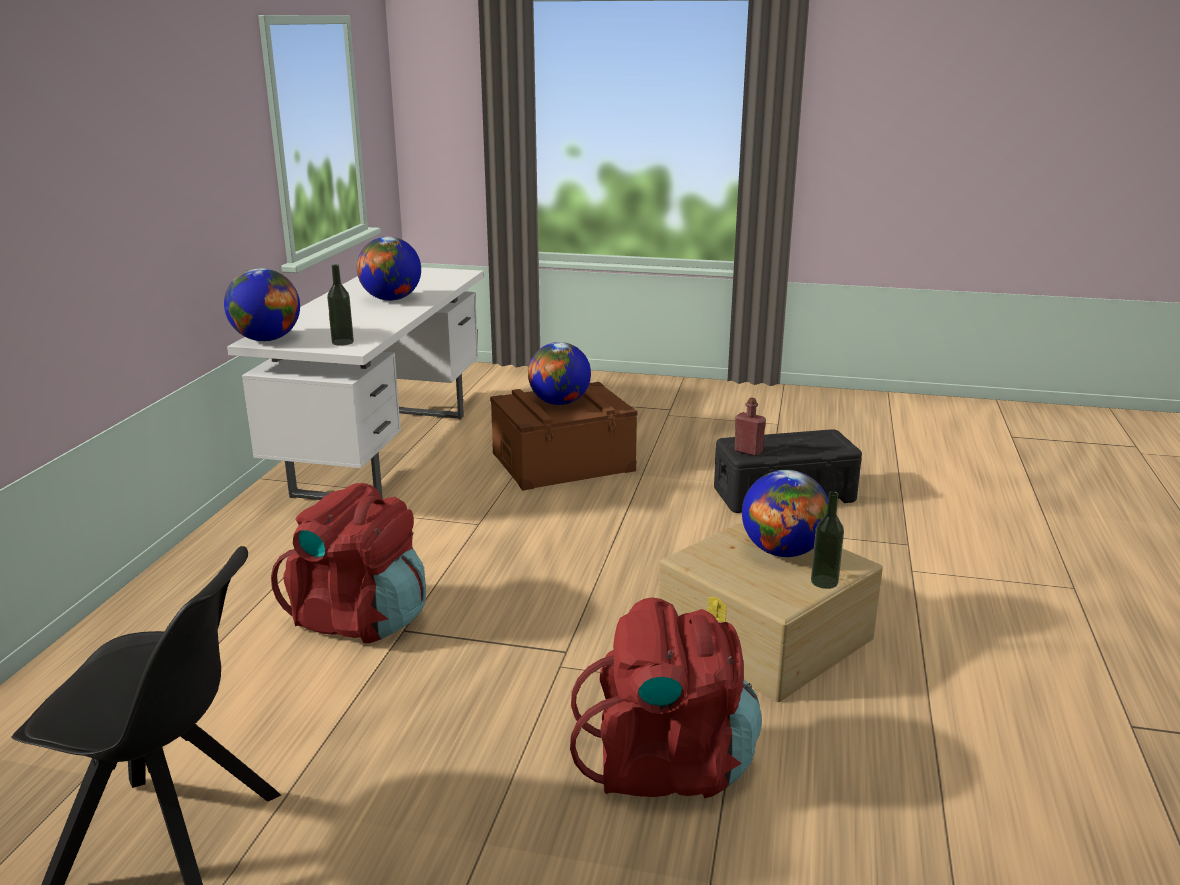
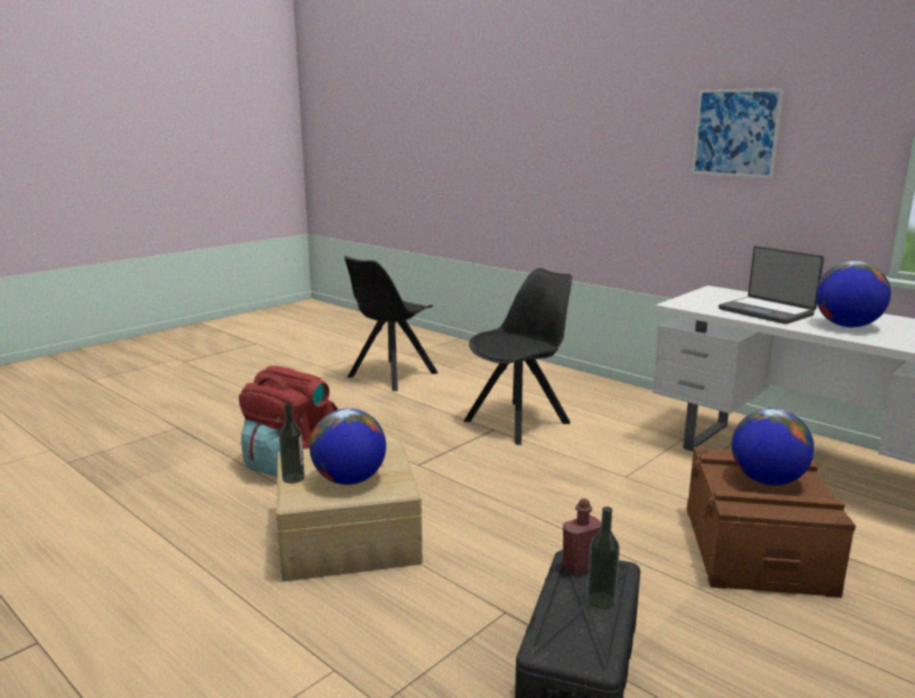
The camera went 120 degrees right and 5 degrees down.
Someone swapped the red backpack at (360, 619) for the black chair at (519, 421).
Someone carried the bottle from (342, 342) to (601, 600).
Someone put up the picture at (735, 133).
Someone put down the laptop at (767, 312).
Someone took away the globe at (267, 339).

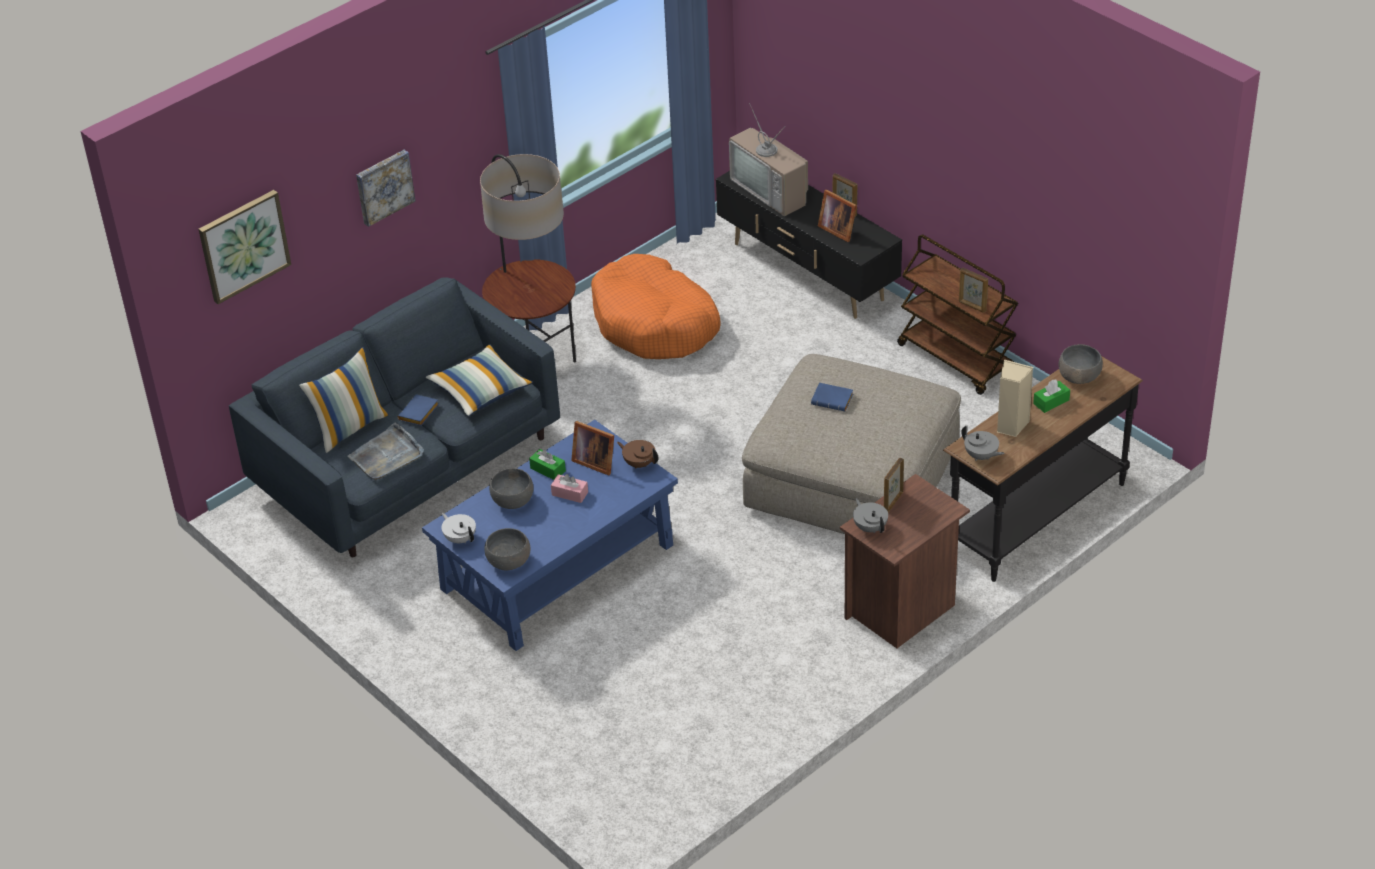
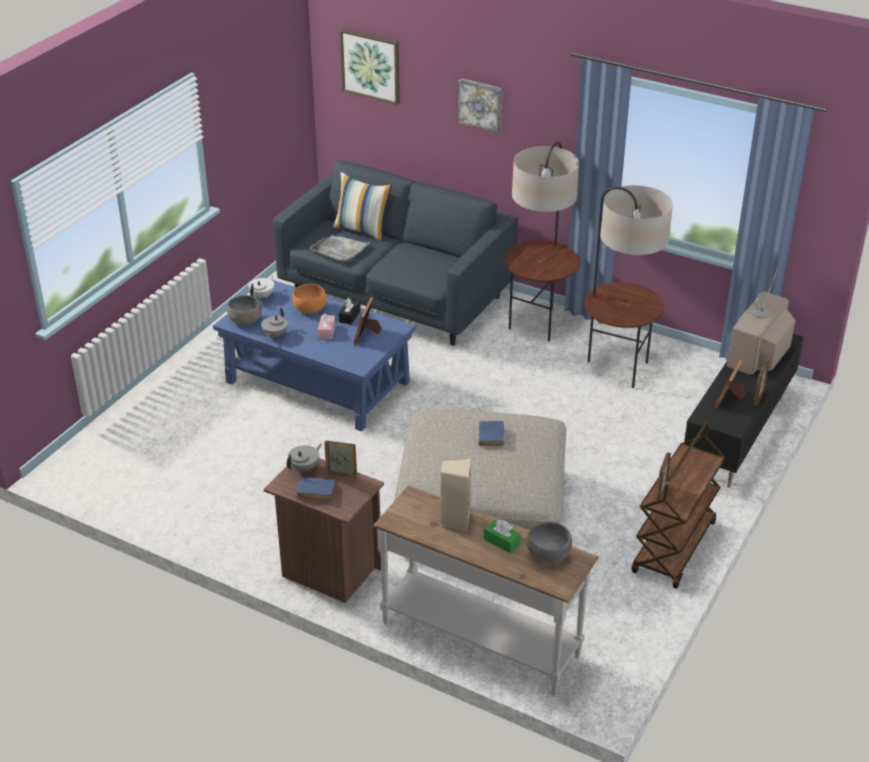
The camera went 70 degrees right and 5 degrees down.
Someone carried the grey teapot from (981, 456) to (274, 335).
Someone repainted the grey bowl at (513, 500), which became the orange bowl at (310, 309).
Someone carried the blue book from (419, 414) to (315, 492).
Someone repainted the green tissue box at (548, 469), which became the black tissue box at (349, 316).
Someone repainted the black console table at (1036, 516), which became the white console table at (481, 638).
Someone swapped the orange dog bed at (655, 323) for the floor lamp at (617, 369).
Someone took away the pillow at (480, 390).
Someone took away the brown teapot at (639, 463).

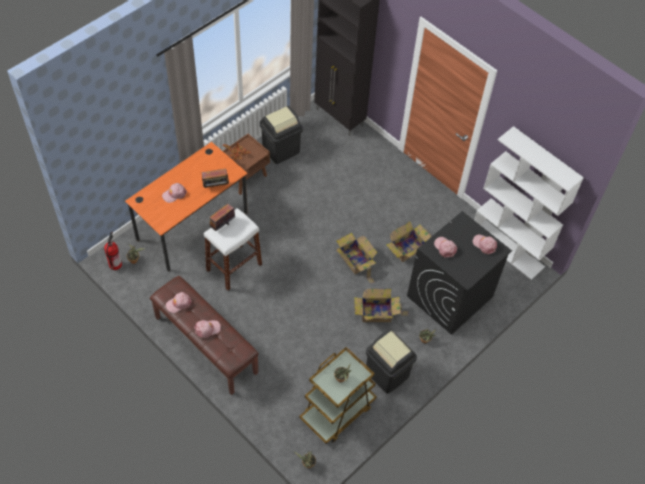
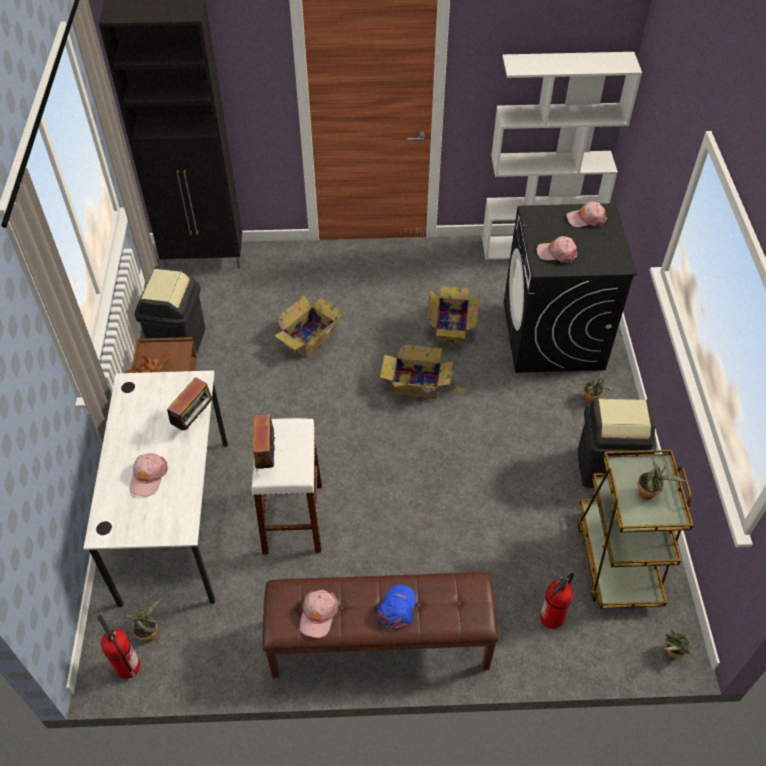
The camera went 45 degrees left and 5 degrees down.
Someone repainted the orange desk at (192, 226), which became the white desk at (176, 519).
Someone carried the cardboard box from (377, 313) to (311, 337).
Someone repainted the pink cap at (207, 329), which became the blue cap at (397, 608).
Someone put down the fire extinguisher at (551, 618).

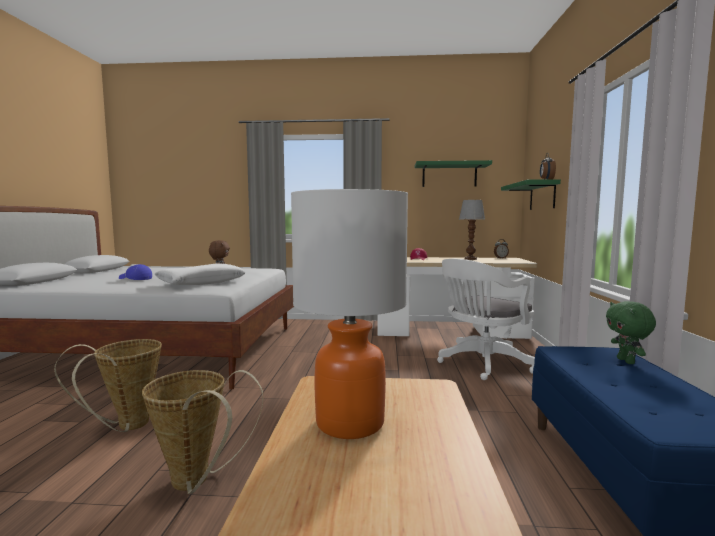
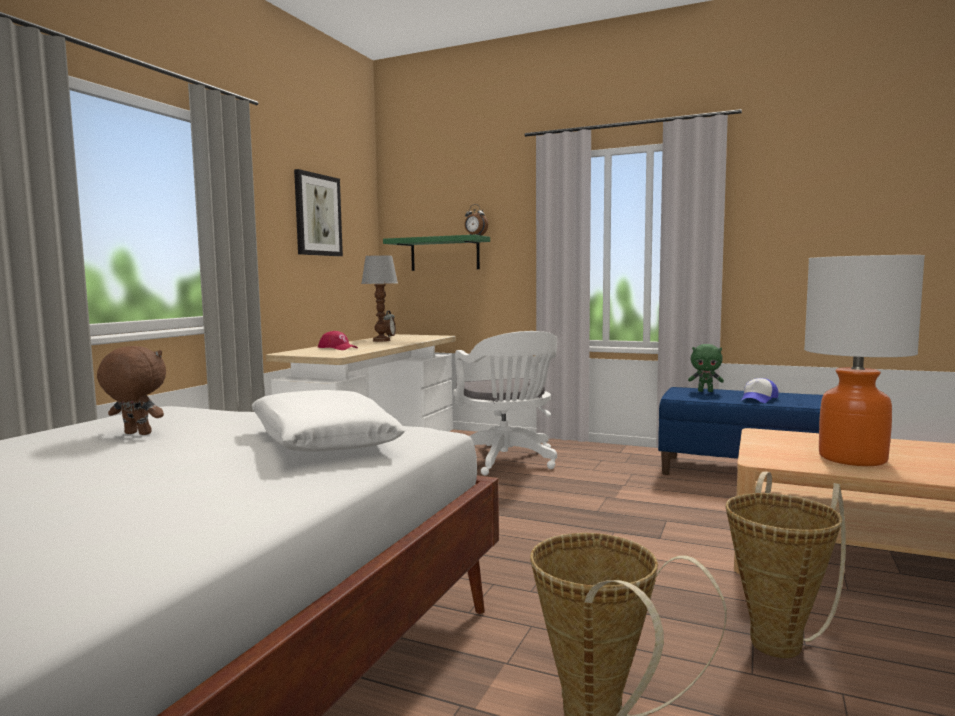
The camera went 70 degrees left and 0 degrees up.
Someone swapped the green shelf at (449, 175) for the picture at (317, 215).
Someone carried the cap from (135, 278) to (758, 399).

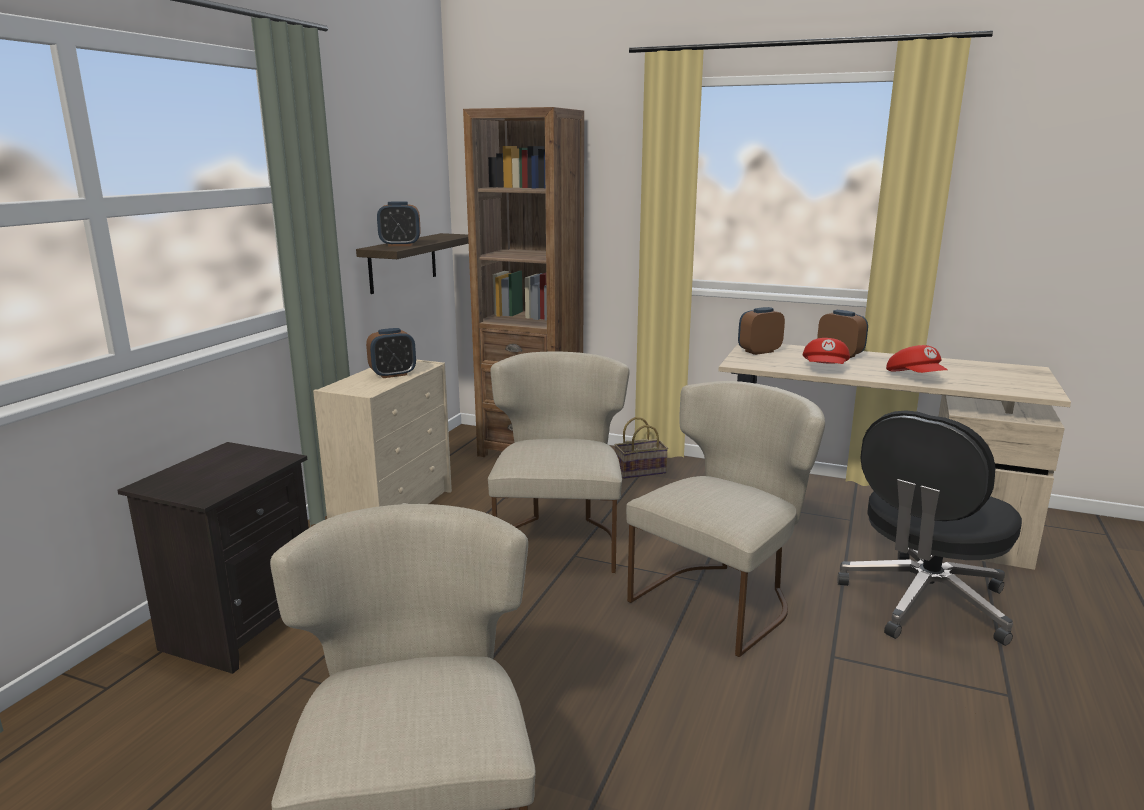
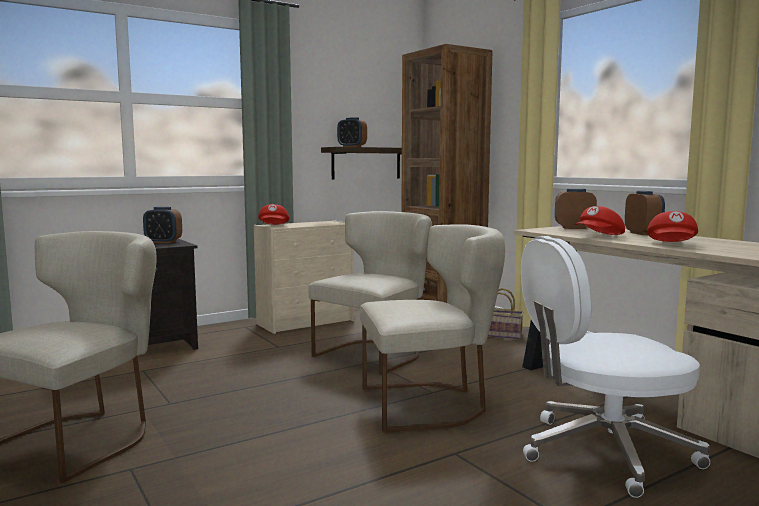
The camera went 35 degrees right and 10 degrees down.
Someone carried the alarm clock from (393, 374) to (163, 242).
Someone put down the red cap at (274, 226).
Someone repainted the black office chair at (924, 602), which became the white office chair at (603, 452).

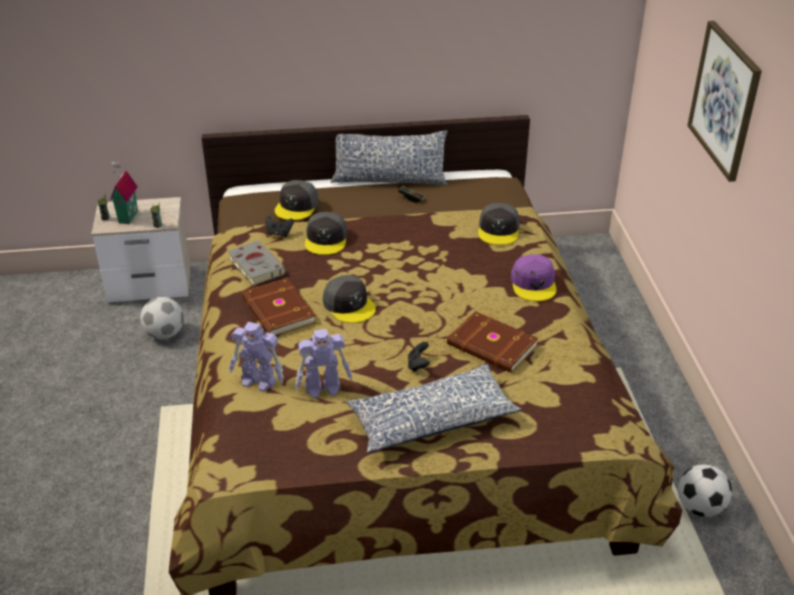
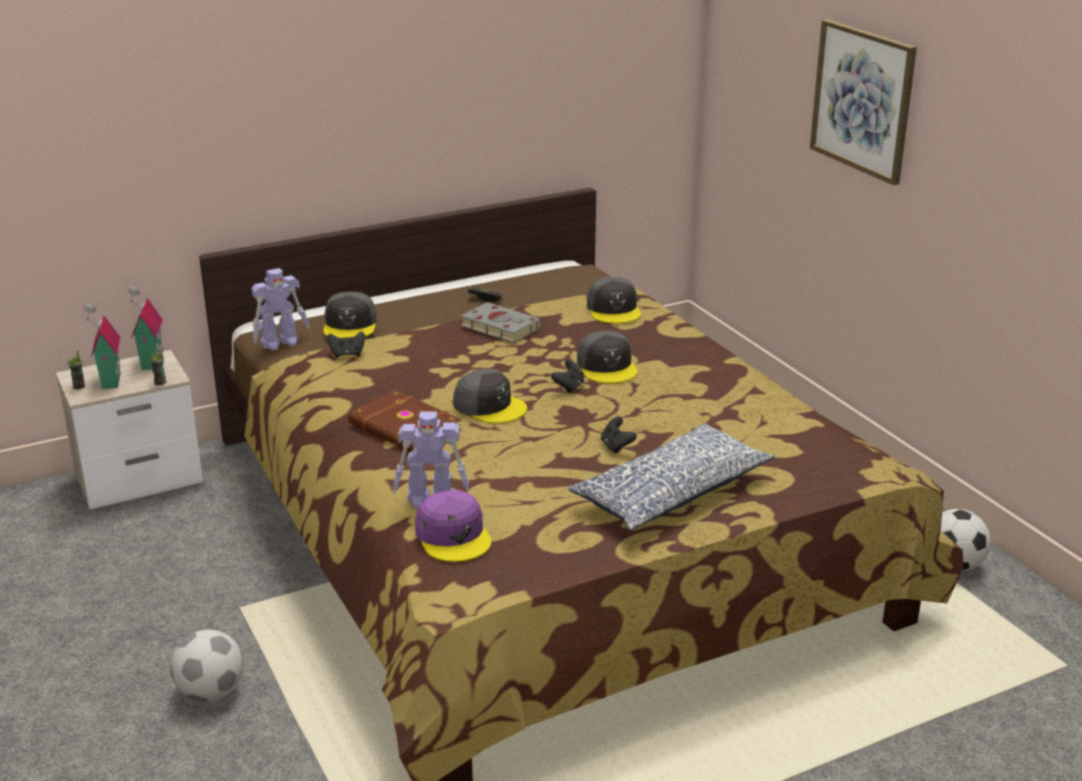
The camera went 20 degrees left and 10 degrees down.
Someone put down the toy house at (149, 362).
Someone carried the football from (165, 334) to (211, 693).
Someone carried the toy robot from (324, 388) to (281, 342).
Someone carried the purple cap from (533, 283) to (453, 536).
Someone carried the grey book from (255, 265) to (498, 327).
Someone put down the black game controller at (569, 387).
Someone carried the grey cap from (326, 239) to (607, 367).
Someone took away the pillow at (389, 179).
Someone took away the brown book at (491, 346).

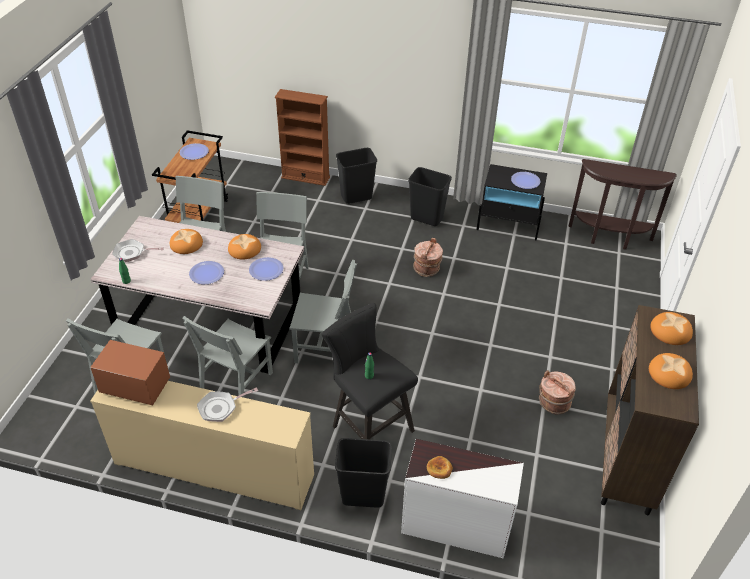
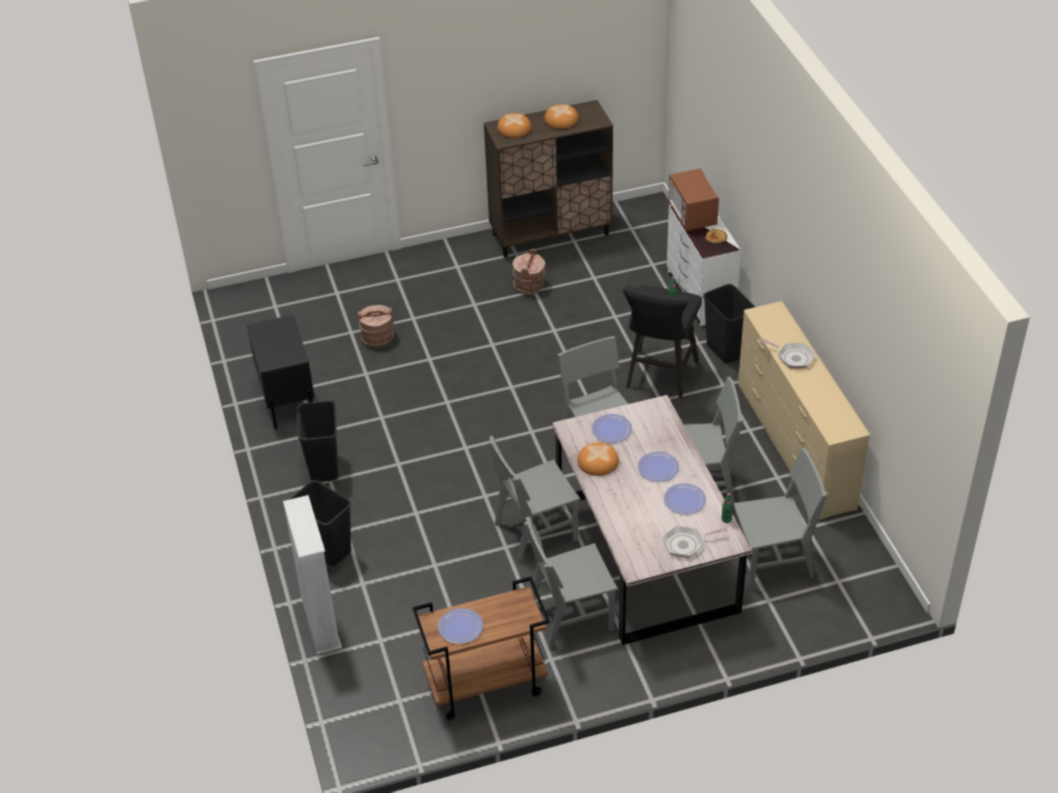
The camera went 120 degrees left and 0 degrees up.
Someone repainted the brown bookcase at (305, 177), which became the white bookcase at (321, 623).
Someone carried the brown bucket from (427, 269) to (377, 338).
Someone rotated the frying pan at (132, 253) by 105 degrees clockwise.
Someone carried the plate from (525, 181) to (684, 500).
Someone carried the microwave from (136, 386) to (692, 215).
Someone took away the bread at (186, 244).
Someone took away the brown console table at (609, 238).

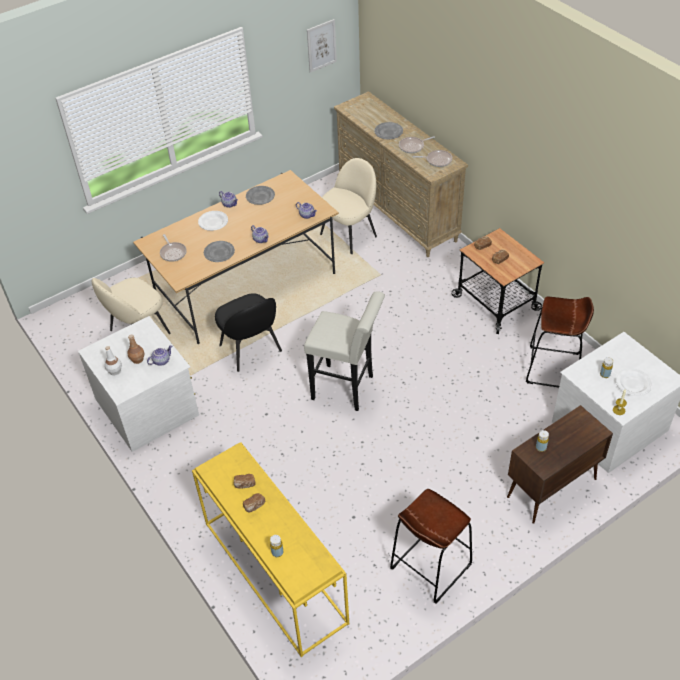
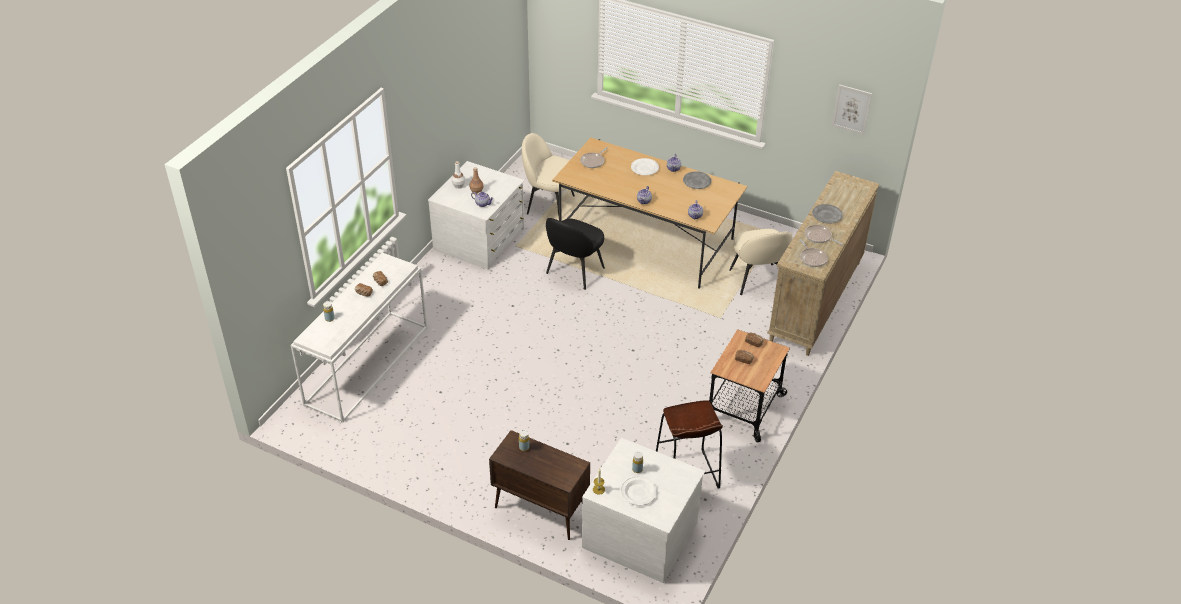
The camera went 60 degrees right and 5 degrees down.
Someone repainted the yellow console table at (273, 572), which became the white console table at (367, 364).
Someone rotated the beige chair at (349, 234) by 60 degrees clockwise.
Someone took away the grey plate at (219, 253).
Someone took away the white stool at (347, 389).
Someone took away the brown stool at (430, 566).

